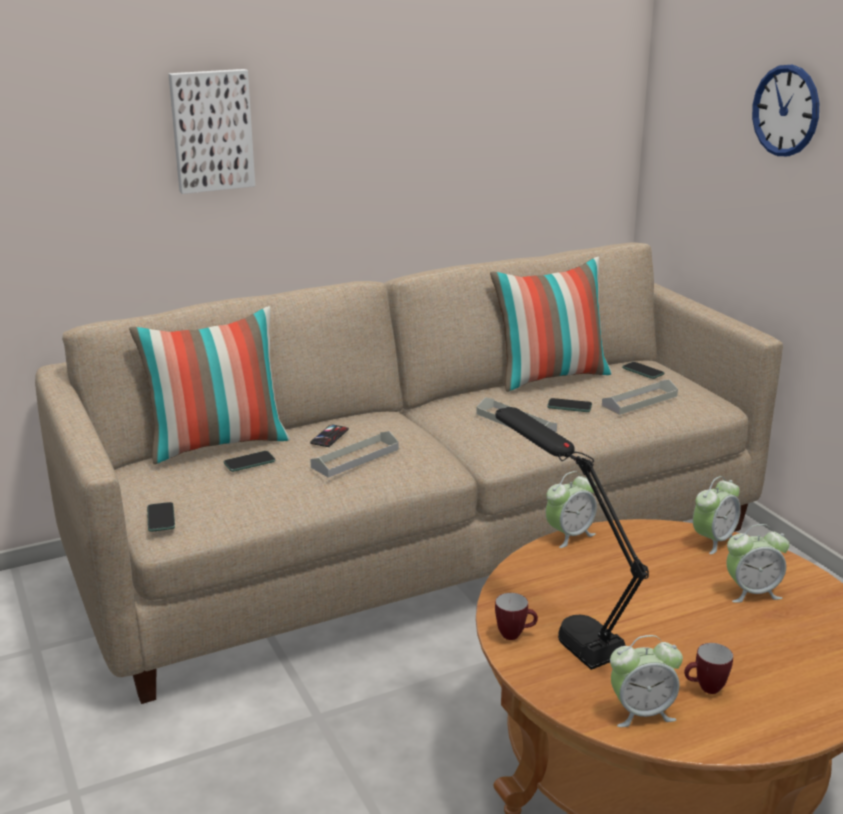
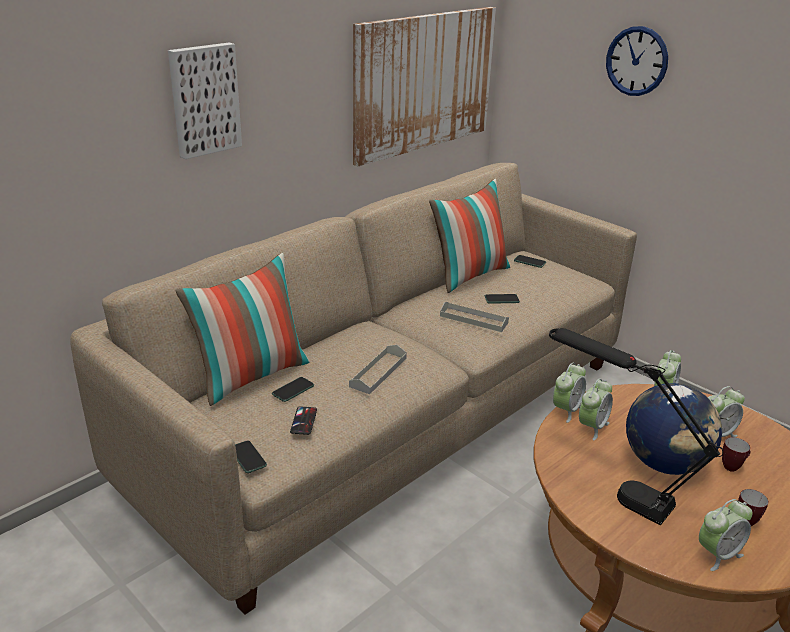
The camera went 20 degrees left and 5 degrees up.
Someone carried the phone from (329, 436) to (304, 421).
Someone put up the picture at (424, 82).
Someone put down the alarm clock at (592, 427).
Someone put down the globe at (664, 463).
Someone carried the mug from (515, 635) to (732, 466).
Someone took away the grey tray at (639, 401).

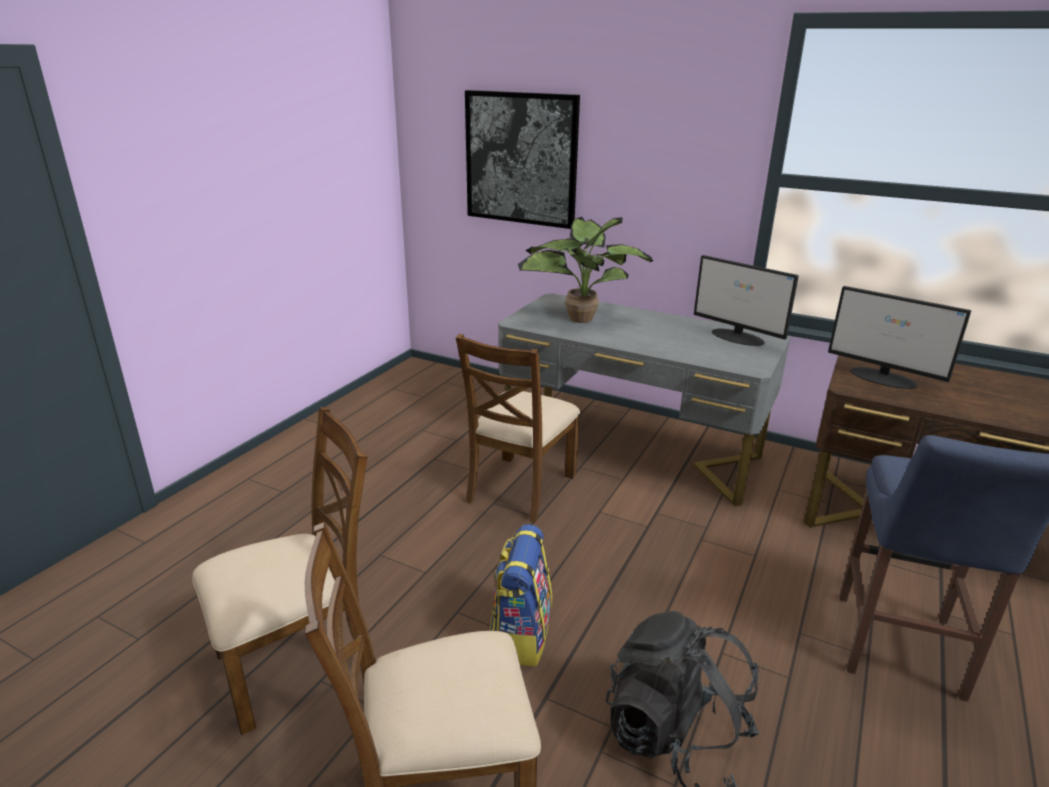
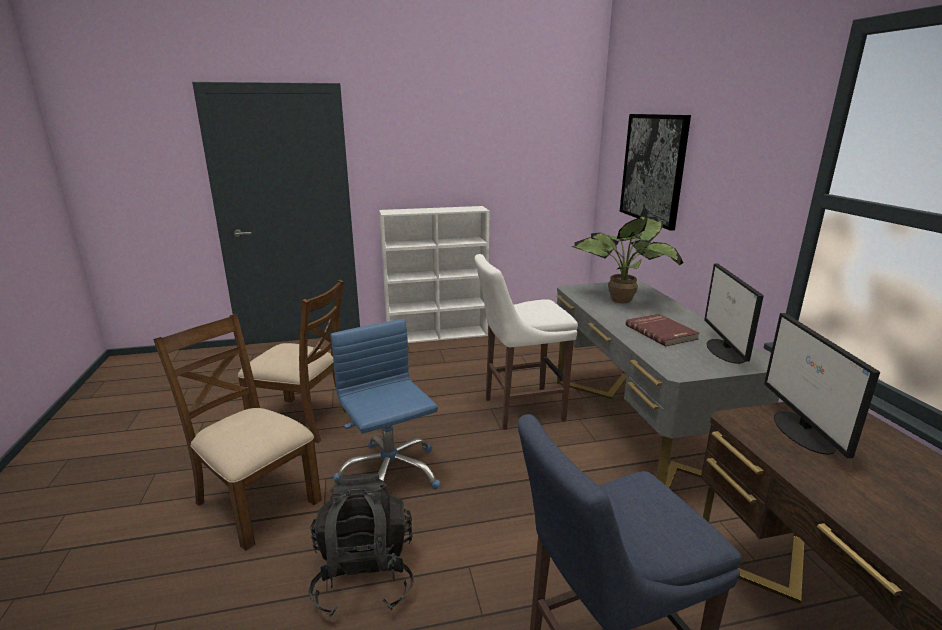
The camera went 50 degrees right and 5 degrees down.
Someone swapped the backpack at (520, 635) for the blue office chair at (389, 473).
Someone put down the white bookcase at (438, 335).
Someone swapped the brown chair at (520, 488) for the white stool at (519, 409).
Someone put down the red book at (662, 332).

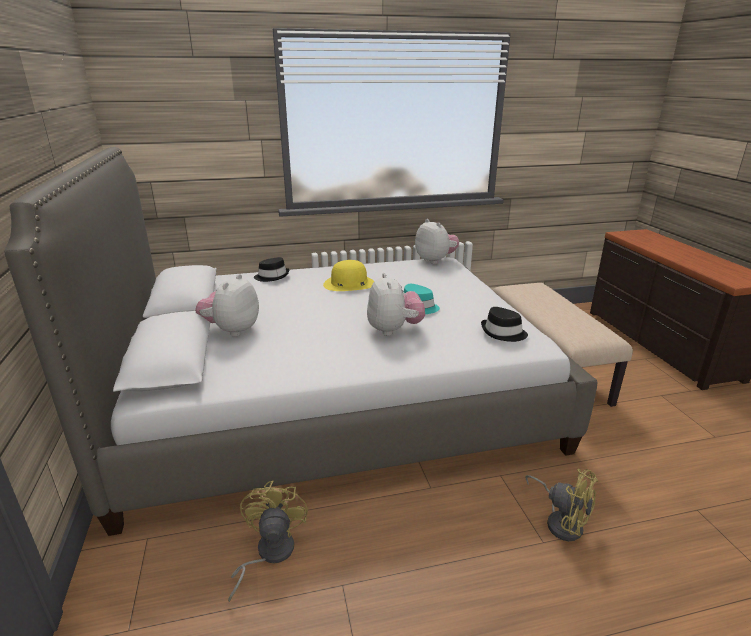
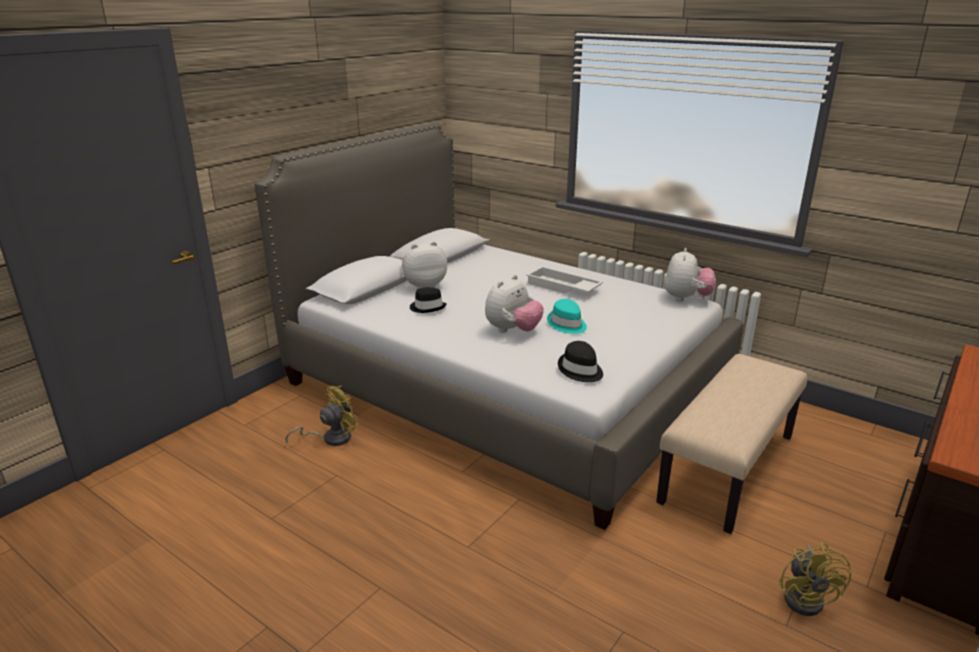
The camera went 50 degrees right and 0 degrees up.
Someone carried the black hat from (272, 276) to (427, 307).
Someone swapped the yellow hat at (349, 284) for the white tray at (562, 287).
Someone carried the yellow fan from (561, 521) to (807, 598).

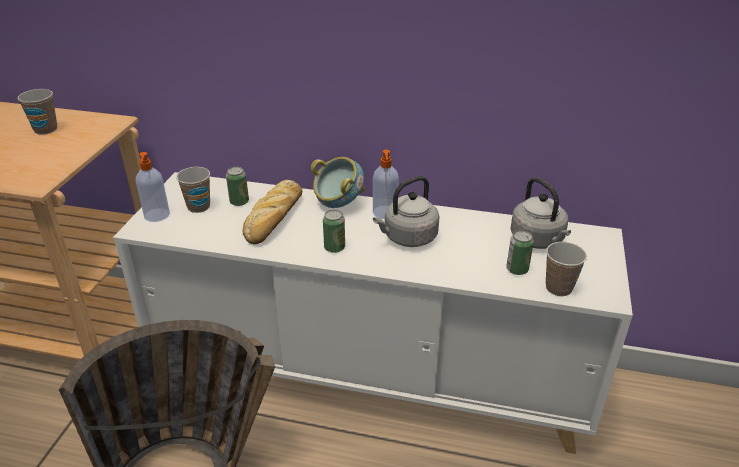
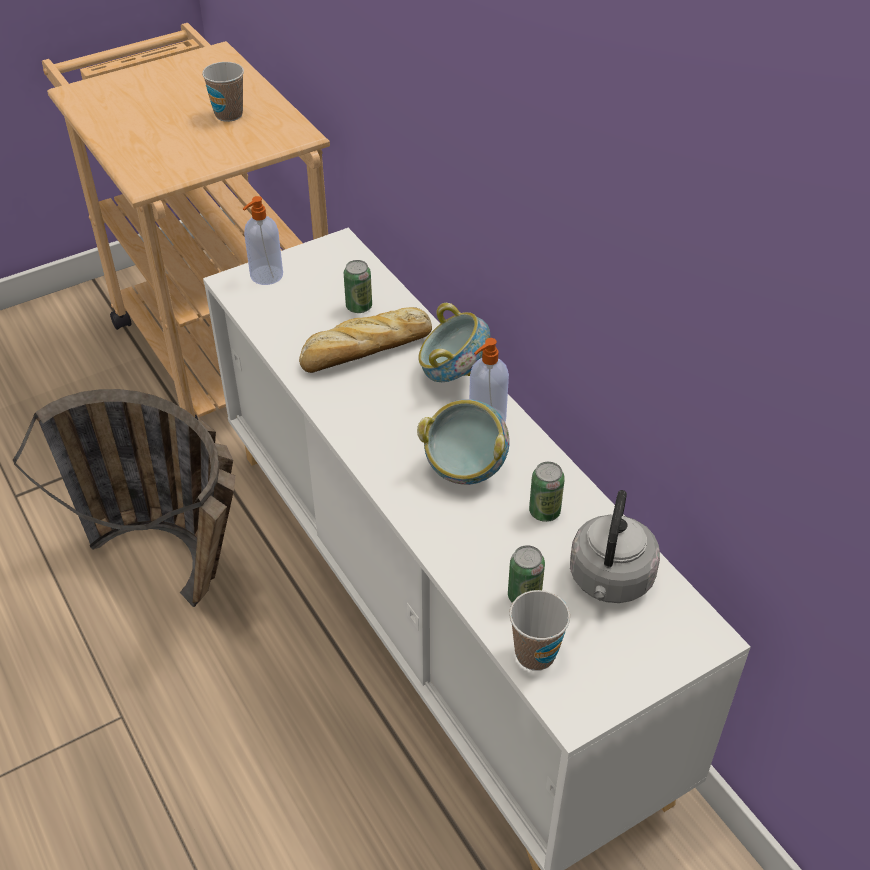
The camera went 45 degrees right and 10 degrees up.
Someone swapped the grey kettle at (408, 238) for the bowl at (464, 470).
Someone carried the can from (334, 247) to (544, 512).
Someone took away the cup at (199, 207).

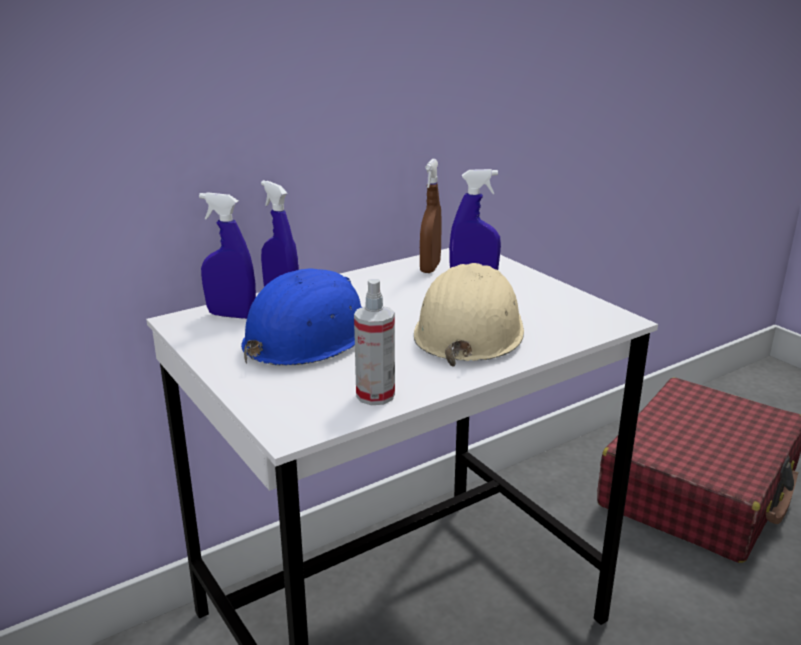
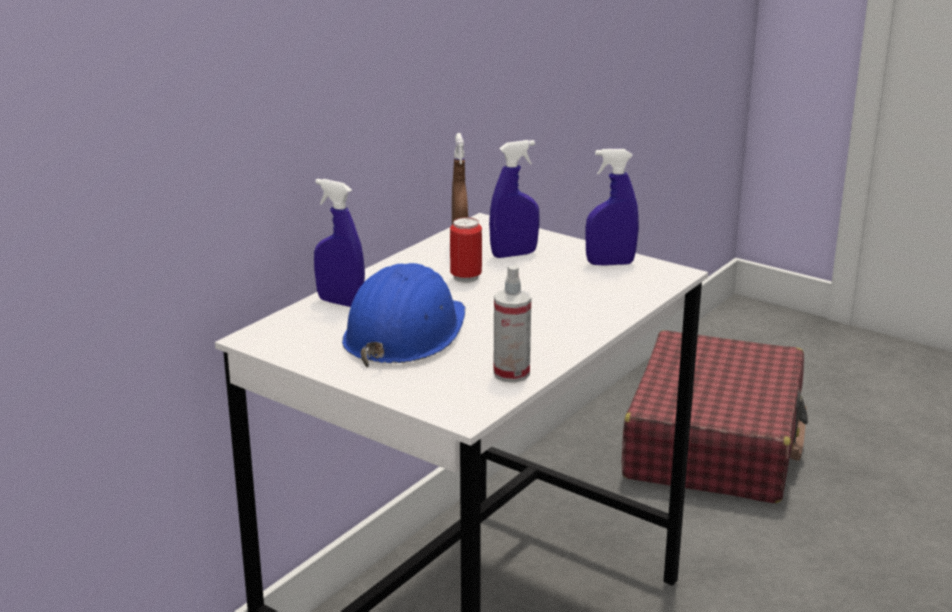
The camera went 20 degrees left and 0 degrees up.
Someone put down the can at (466, 277).
Someone carried the blue spray bottle from (231, 315) to (610, 263).
Someone took away the beige hard hat at (469, 331).

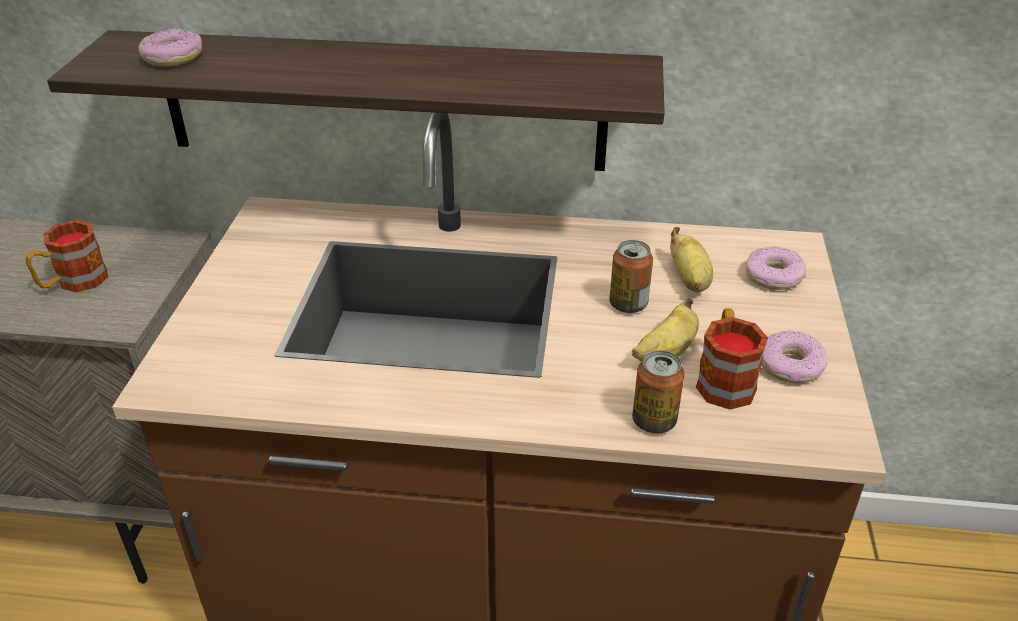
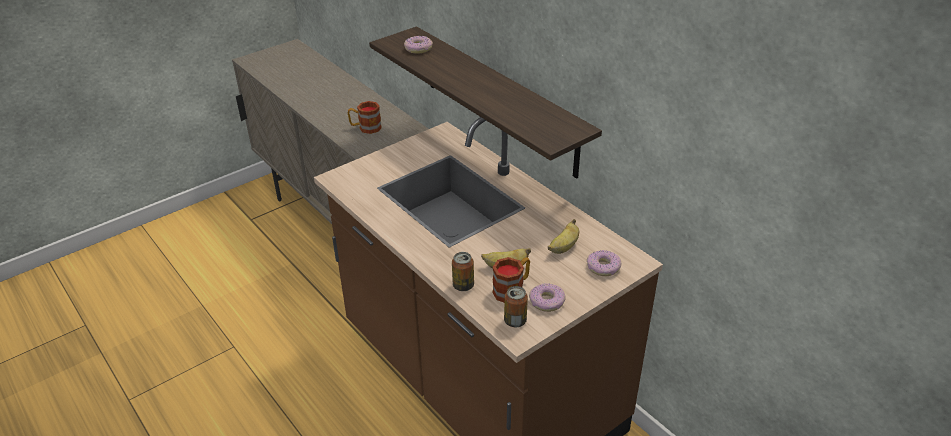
The camera went 45 degrees right and 0 degrees up.
Someone carried the can from (628, 304) to (515, 321).

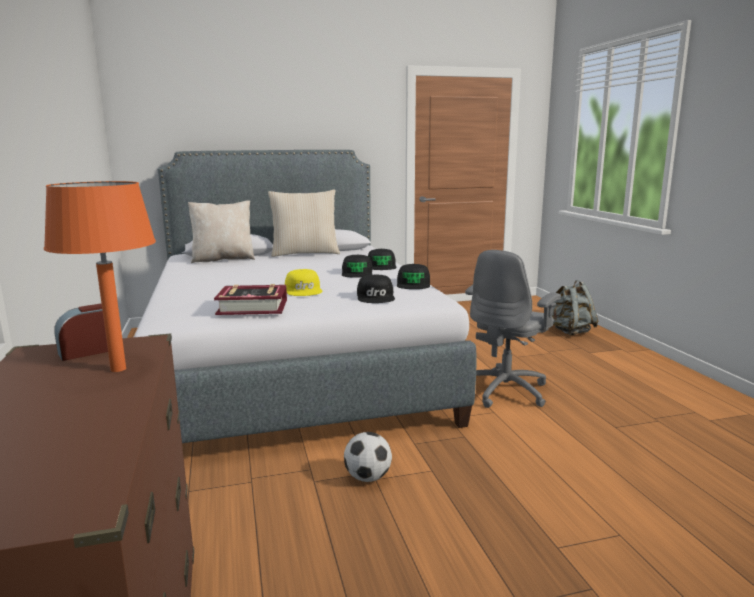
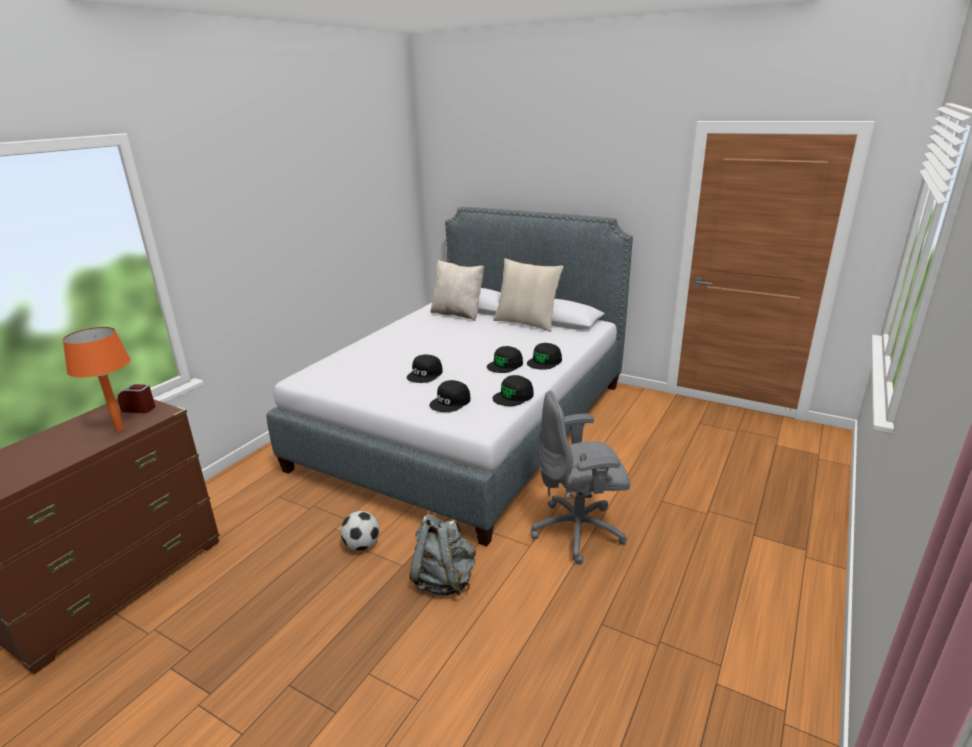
The camera went 45 degrees right and 10 degrees up.
Someone repainted the yellow cap at (304, 290), which became the black cap at (425, 374).
Someone carried the grey backpack from (570, 332) to (444, 580).
Someone took away the book at (253, 307).

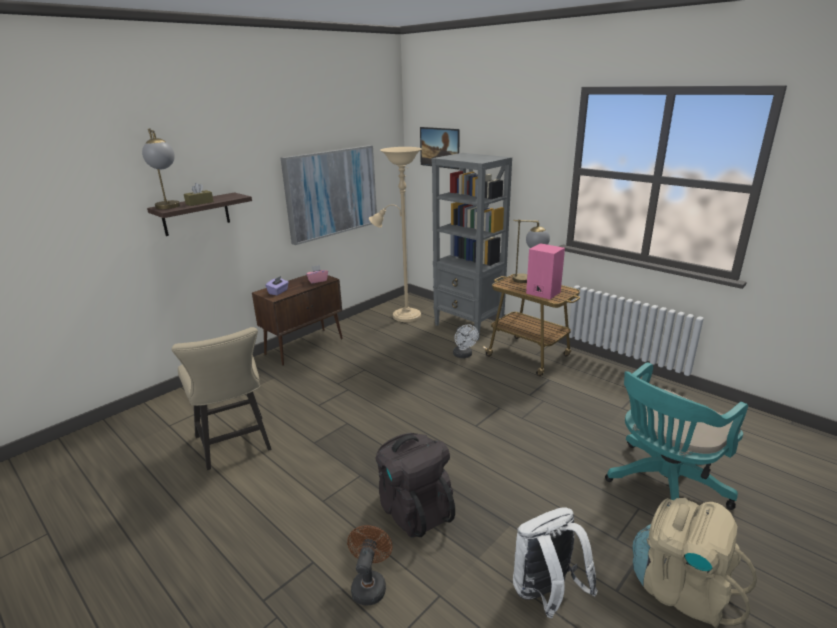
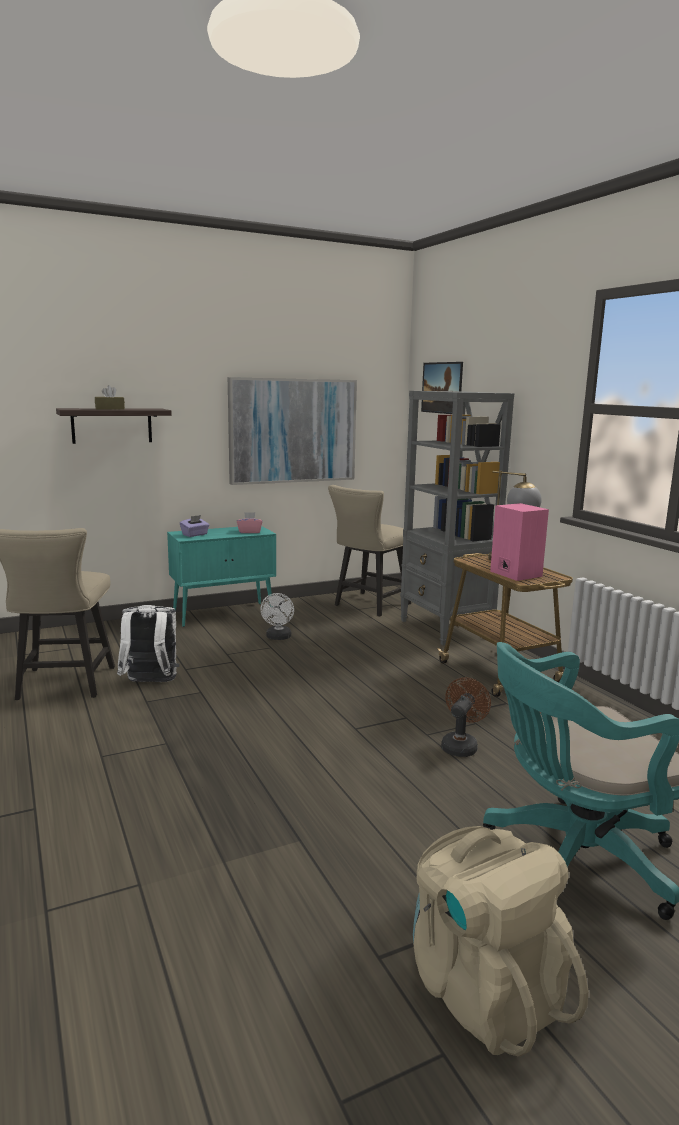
The camera went 20 degrees right and 10 degrees down.
Someone carried the white backpack from (546, 594) to (150, 683).
Someone repainted the brown cabinet at (305, 346), which became the turquoise cabinet at (224, 614).
Someone carried the white fan from (464, 355) to (278, 637).
Someone swapped the beige floor lamp at (403, 316) for the beige chair at (368, 605).
Someone carried the brown fan from (369, 584) to (461, 745).
Someone took away the table lamp at (169, 208).
Someone took away the black backpack at (414, 509).

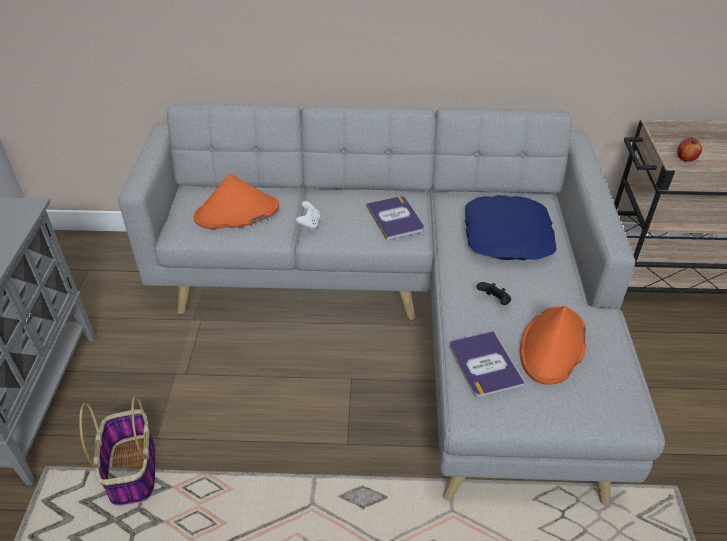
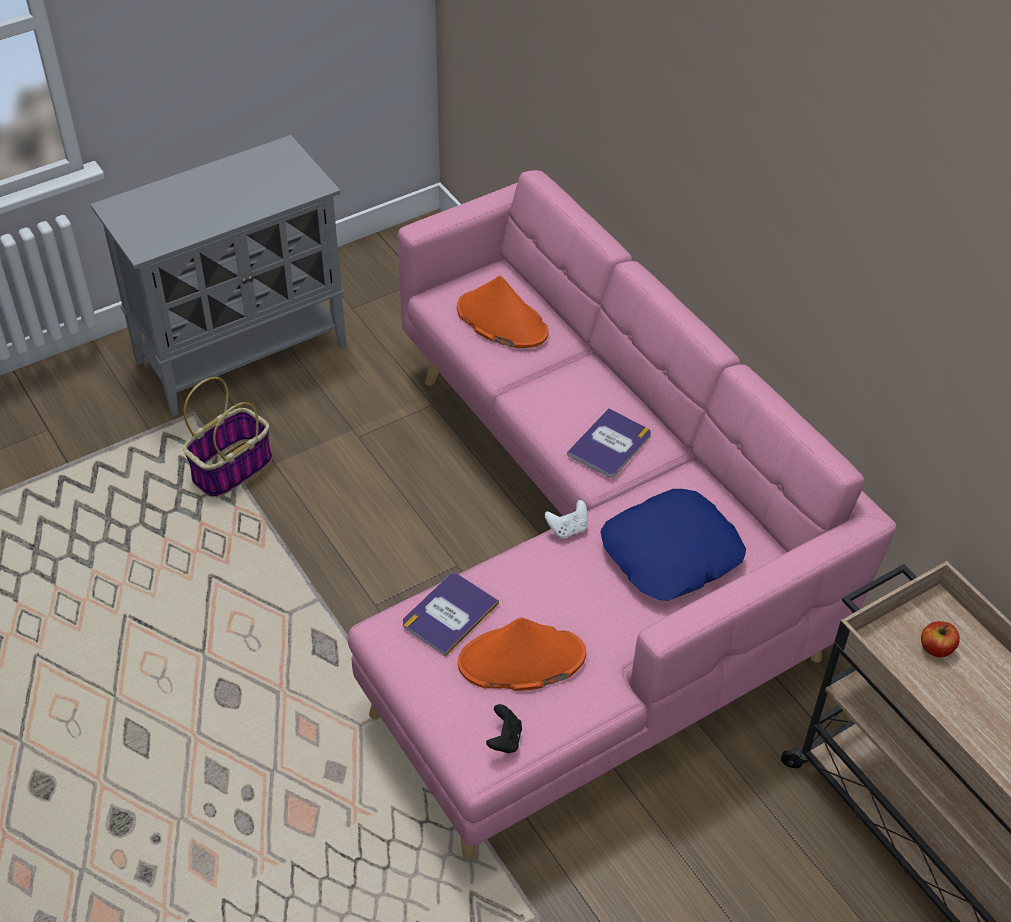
The camera went 55 degrees right and 5 degrees up.
Someone repainted the grey sofa at (410, 320), which became the pink sofa at (583, 572).
Someone carried the black game controller from (494, 301) to (505, 739).
Someone carried the white game controller from (309, 224) to (567, 529).

